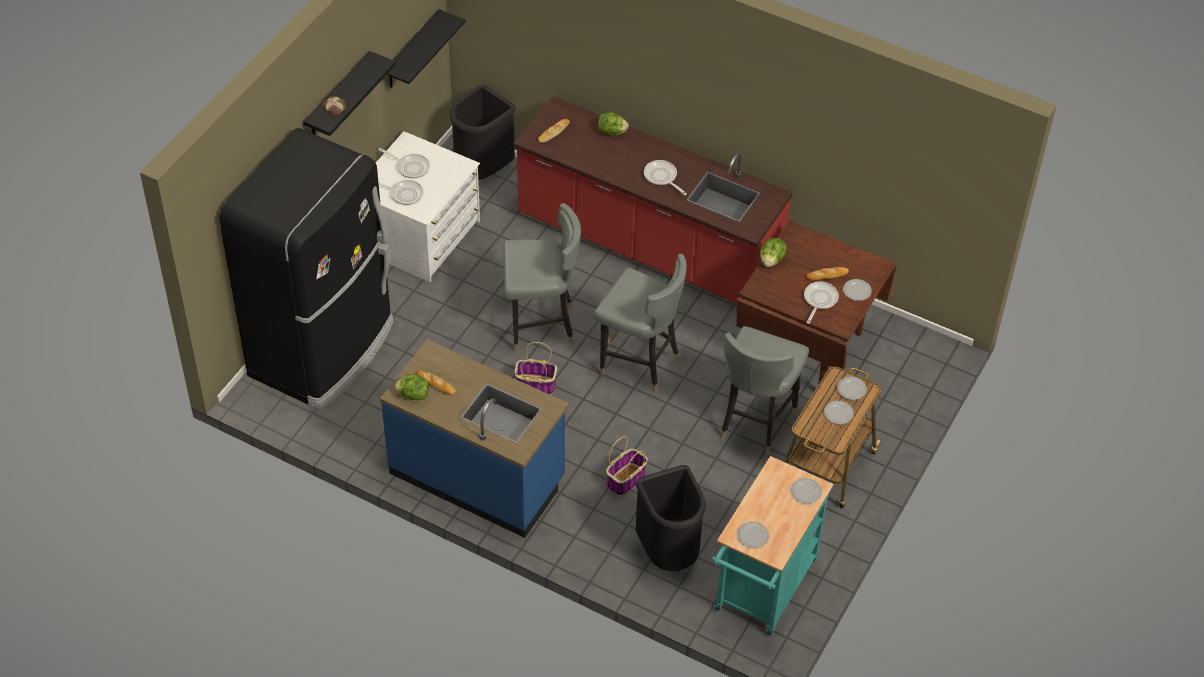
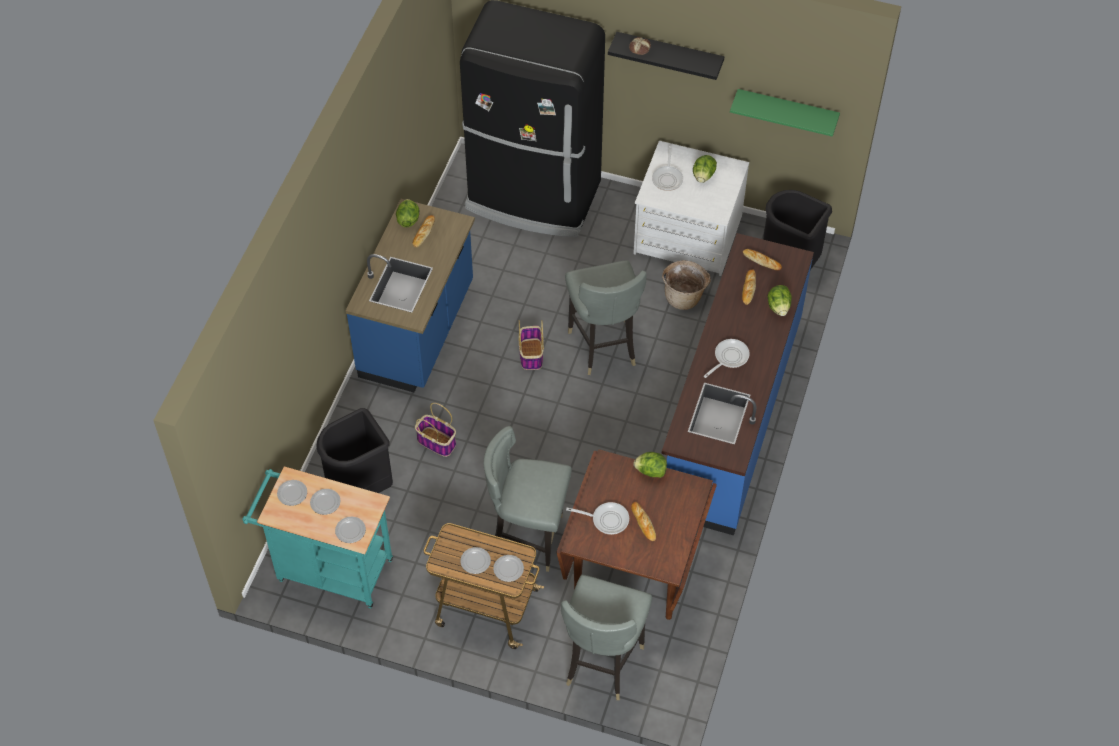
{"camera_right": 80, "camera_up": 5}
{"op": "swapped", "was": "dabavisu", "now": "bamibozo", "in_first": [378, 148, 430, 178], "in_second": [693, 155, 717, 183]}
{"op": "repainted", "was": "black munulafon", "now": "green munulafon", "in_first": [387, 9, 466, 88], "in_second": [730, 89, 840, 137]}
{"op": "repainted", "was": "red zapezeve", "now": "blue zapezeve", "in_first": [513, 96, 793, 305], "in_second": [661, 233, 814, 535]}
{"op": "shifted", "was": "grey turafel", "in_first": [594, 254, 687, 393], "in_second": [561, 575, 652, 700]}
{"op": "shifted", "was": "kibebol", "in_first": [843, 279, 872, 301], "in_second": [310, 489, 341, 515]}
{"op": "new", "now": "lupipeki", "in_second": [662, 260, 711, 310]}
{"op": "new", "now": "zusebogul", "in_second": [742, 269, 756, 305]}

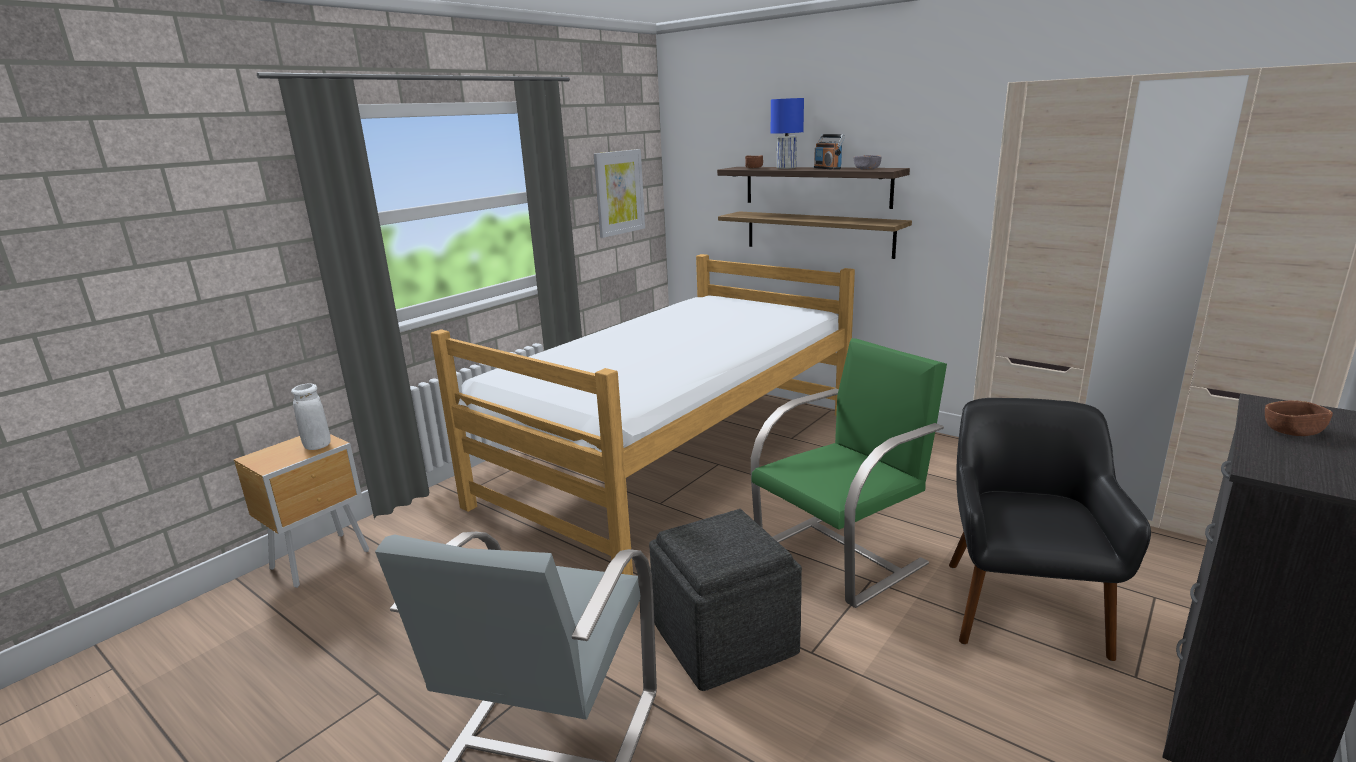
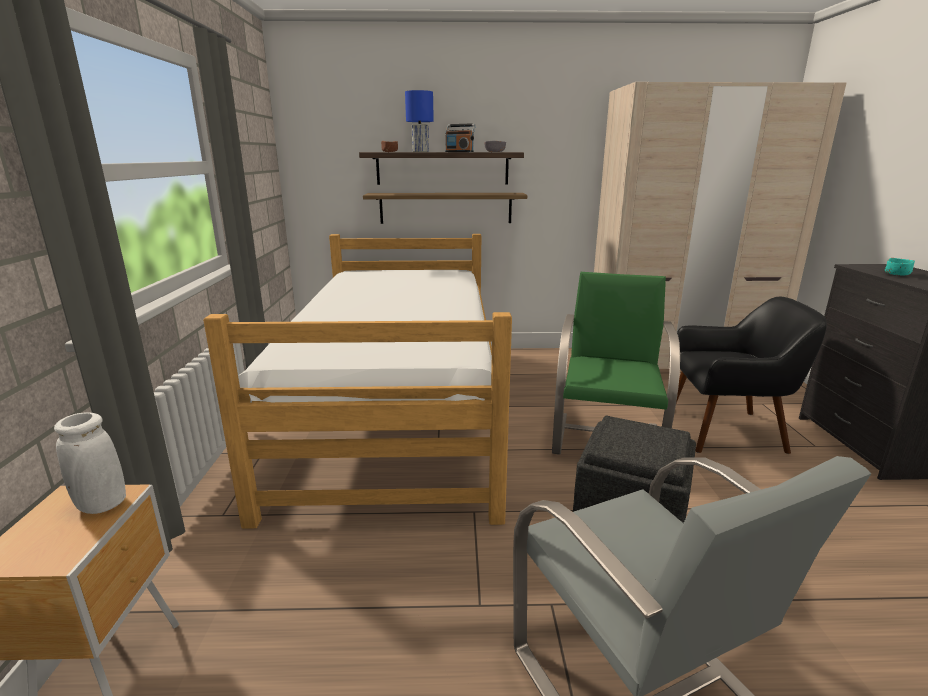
{"camera_right": -40, "camera_up": 0}
{"op": "gone", "was": "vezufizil", "in_first": [593, 149, 645, 238]}
{"op": "rotated", "was": "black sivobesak", "in_first": [949, 398, 1151, 661], "in_second": [676, 297, 827, 454], "clockwise": 120}
{"op": "repainted", "was": "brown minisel", "now": "turquoise minisel", "in_first": [1265, 401, 1333, 436], "in_second": [885, 258, 915, 275]}

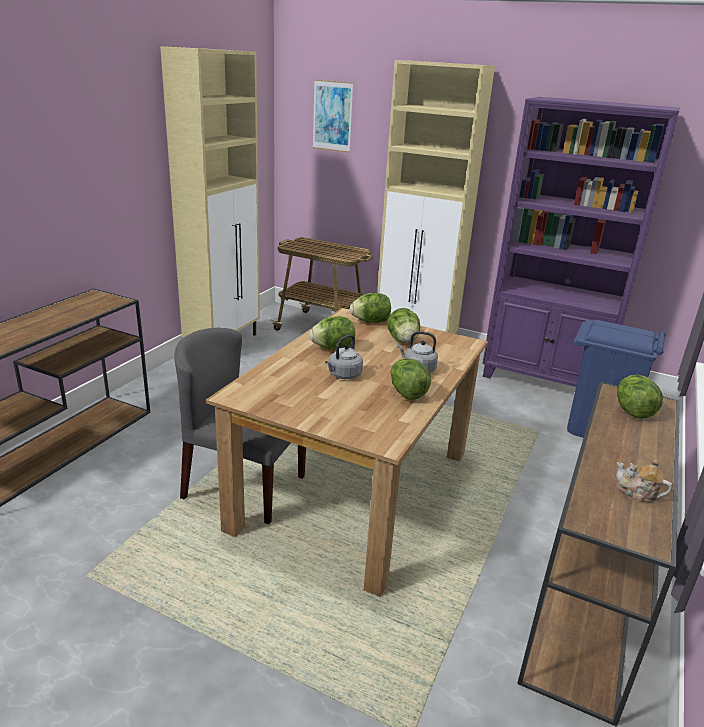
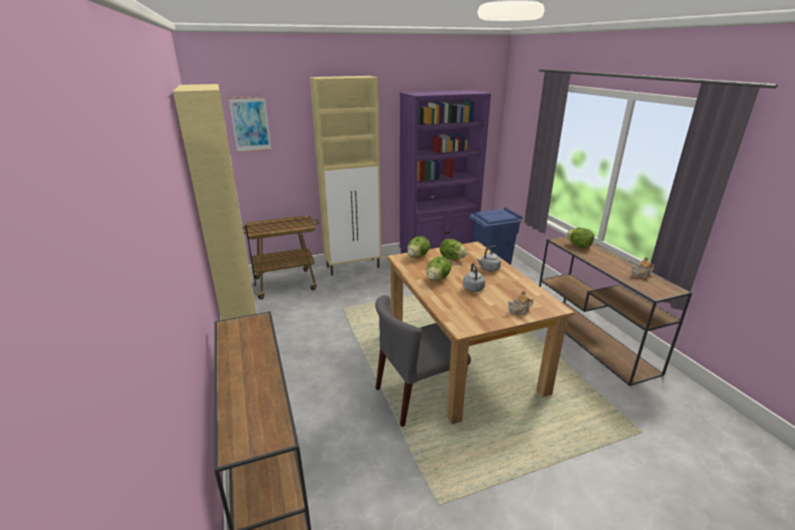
{"camera_right": -45, "camera_up": 0}
{"op": "gone", "was": "bamibozo", "in_first": [391, 359, 431, 400]}
{"op": "new", "now": "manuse", "in_second": [508, 290, 534, 315]}

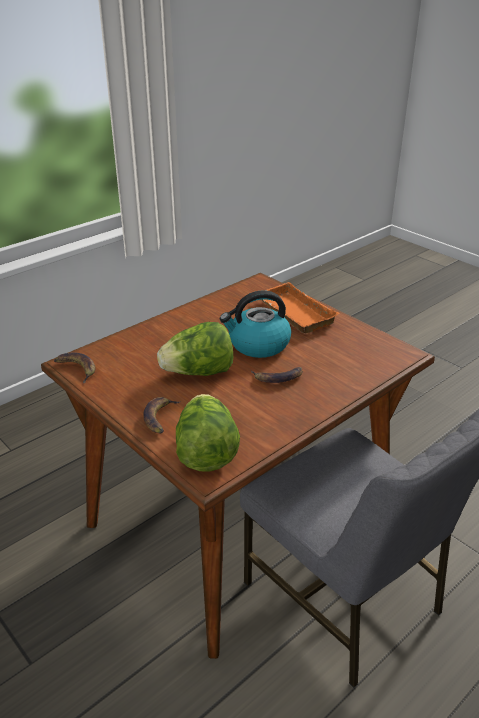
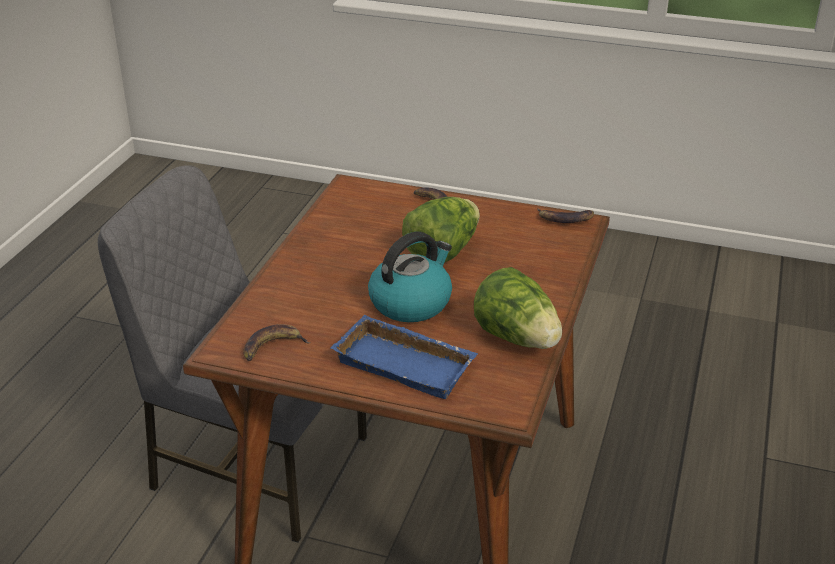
{"camera_right": 150, "camera_up": 0}
{"op": "shifted", "was": "bamibozo", "in_first": [176, 394, 240, 472], "in_second": [474, 267, 562, 349]}
{"op": "shifted", "was": "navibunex", "in_first": [251, 367, 303, 383], "in_second": [243, 324, 311, 361]}
{"op": "repainted", "was": "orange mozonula", "now": "blue mozonula", "in_first": [262, 282, 340, 334], "in_second": [331, 315, 478, 399]}

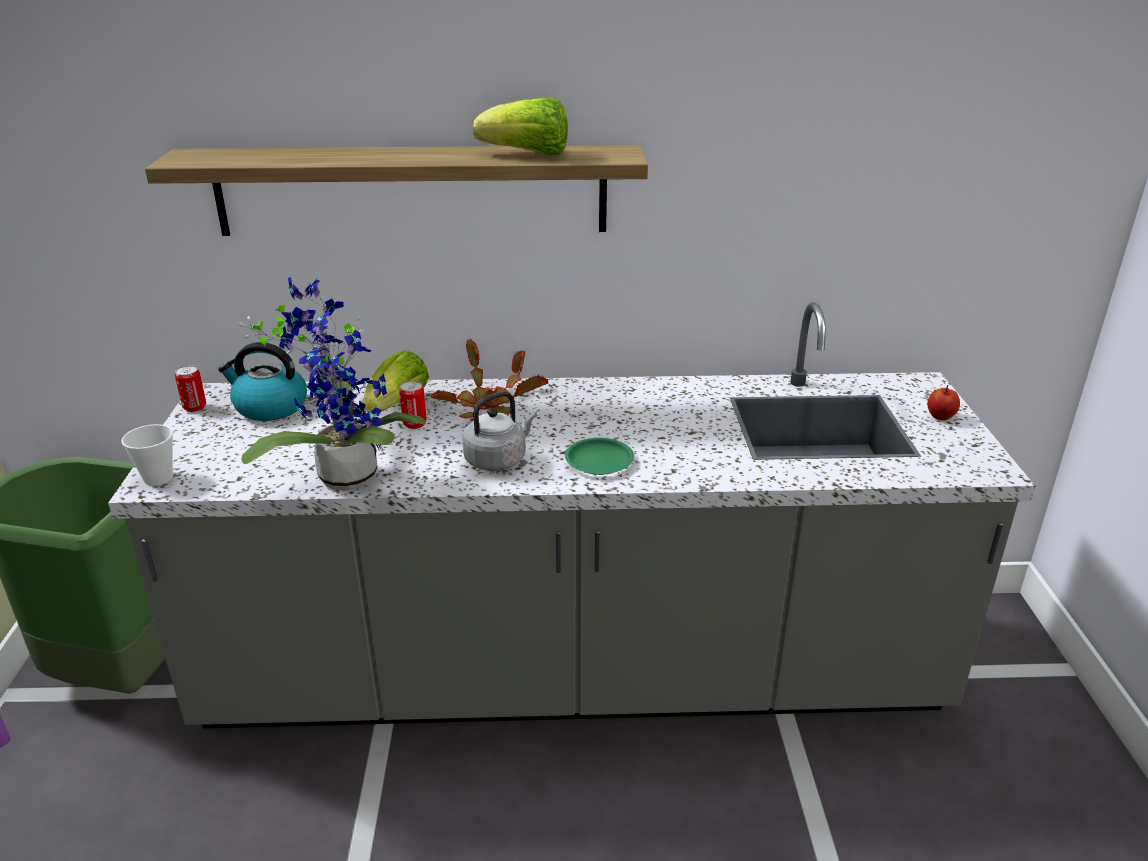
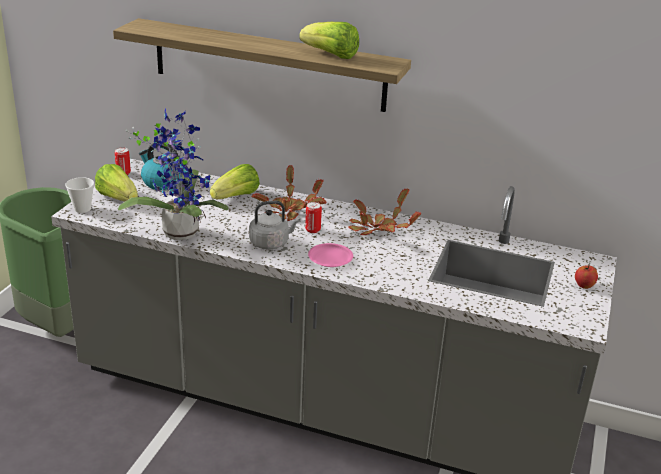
{"camera_right": 20, "camera_up": 0}
{"op": "shifted", "was": "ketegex", "in_first": [399, 381, 426, 429], "in_second": [305, 202, 322, 233]}
{"op": "repainted", "was": "green kibebol", "now": "pink kibebol", "in_first": [565, 438, 634, 475], "in_second": [308, 243, 353, 267]}
{"op": "new", "now": "bamibozo", "in_second": [95, 164, 138, 202]}
{"op": "new", "now": "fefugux", "in_second": [348, 188, 421, 235]}

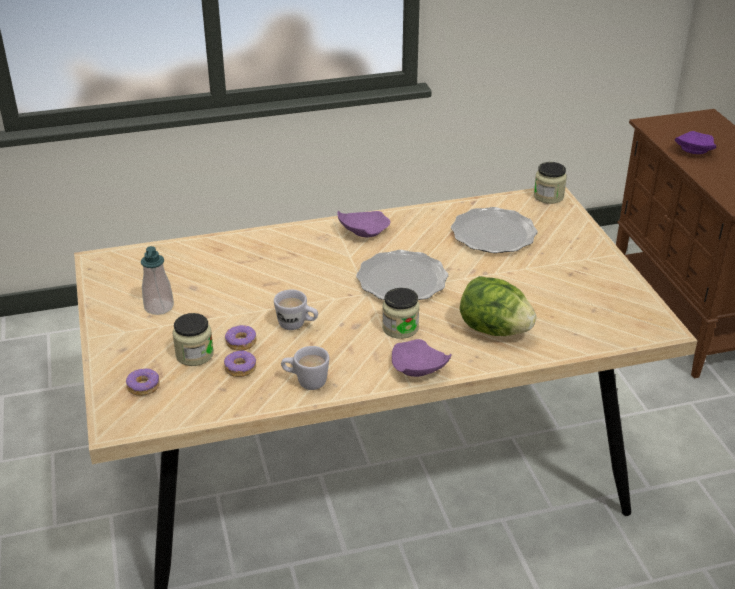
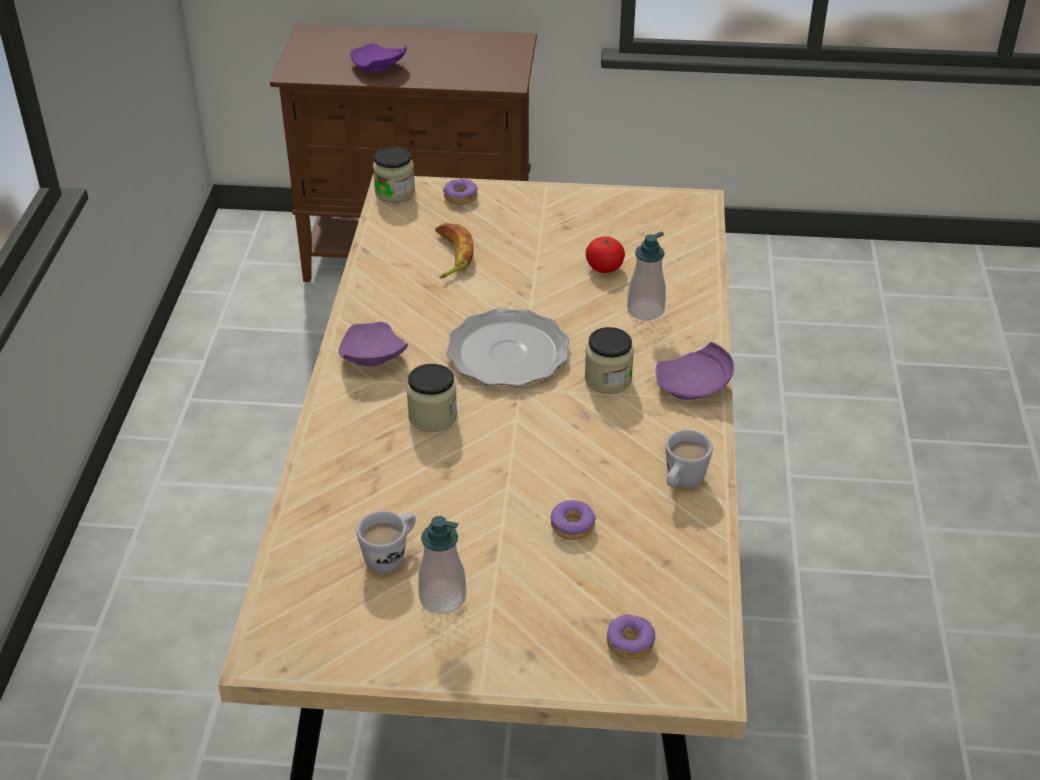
{"camera_right": -70, "camera_up": 5}
{"op": "shifted", "was": "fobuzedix", "in_first": [173, 313, 214, 366], "in_second": [407, 364, 457, 432]}
{"op": "shifted", "was": "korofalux", "in_first": [224, 351, 256, 377], "in_second": [443, 178, 478, 205]}
{"op": "shifted", "was": "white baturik", "in_first": [274, 289, 318, 330], "in_second": [357, 511, 416, 573]}
{"op": "swapped", "was": "kibebol", "now": "navibunex", "in_first": [451, 207, 538, 253], "in_second": [435, 223, 474, 279]}
{"op": "swapped", "was": "bamibozo", "now": "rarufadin", "in_first": [460, 276, 536, 336], "in_second": [627, 232, 666, 321]}
{"op": "new", "now": "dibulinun", "in_second": [586, 236, 625, 273]}

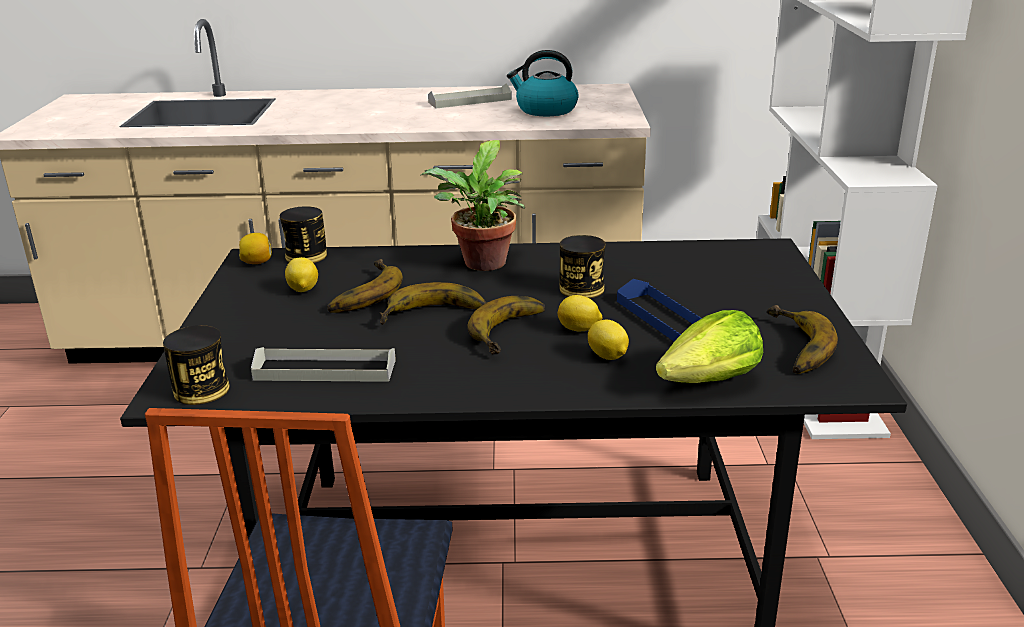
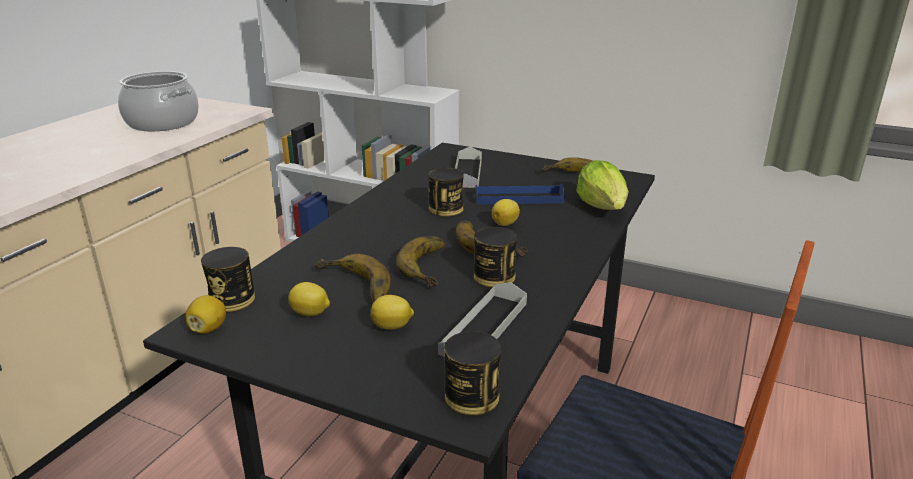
{"camera_right": -65, "camera_up": 0}
{"op": "gone", "was": "fefugux", "in_first": [420, 140, 525, 271]}
{"op": "shifted", "was": "grey mozonula", "in_first": [428, 83, 512, 108], "in_second": [455, 147, 482, 188]}
{"op": "swapped", "was": "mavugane", "now": "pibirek", "in_first": [507, 50, 578, 116], "in_second": [118, 71, 199, 131]}
{"op": "shifted", "was": "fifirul", "in_first": [588, 320, 629, 360], "in_second": [371, 295, 414, 330]}
{"op": "new", "now": "ketegex", "in_second": [474, 227, 517, 288]}

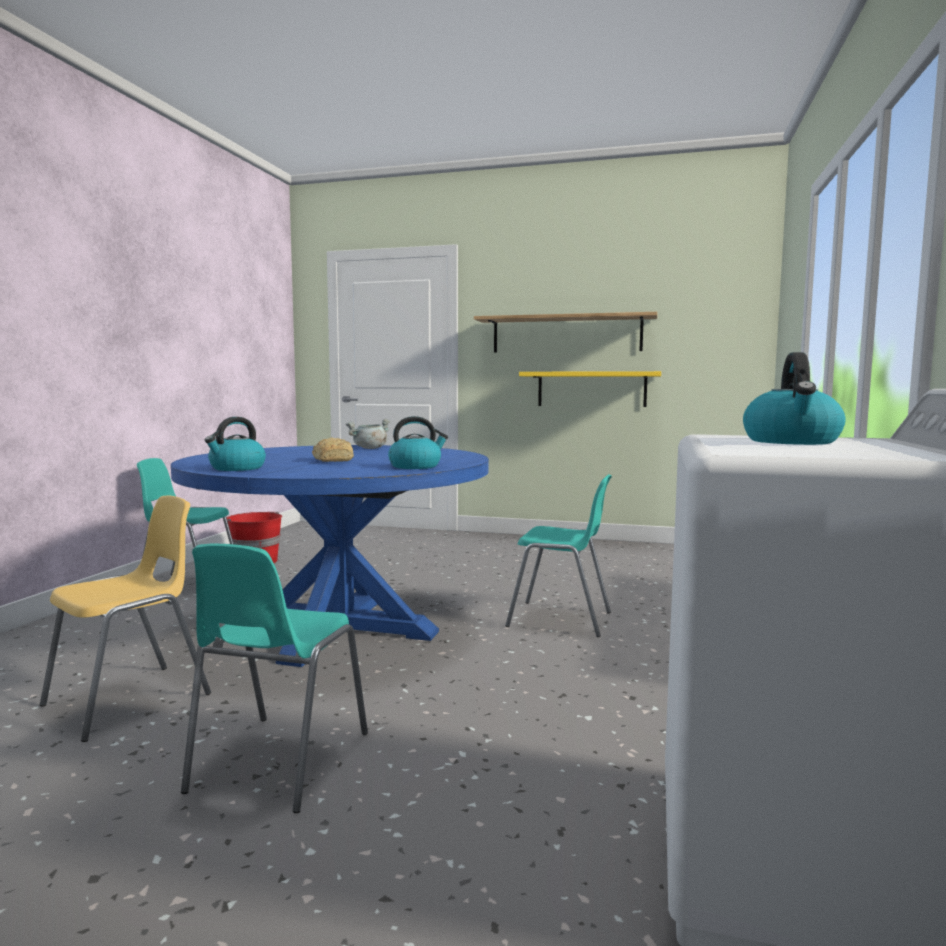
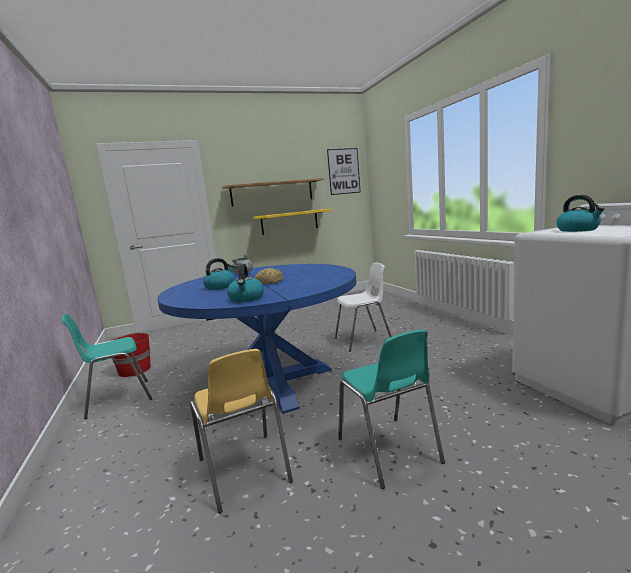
{"camera_right": -35, "camera_up": 5}
{"op": "rotated", "was": "yellow turafel", "in_first": [40, 495, 211, 742], "in_second": [190, 349, 293, 513], "clockwise": 150}
{"op": "shifted", "was": "mavugane", "in_first": [388, 416, 448, 469], "in_second": [203, 258, 234, 290]}
{"op": "repainted", "was": "turquoise turafel", "now": "white turafel", "in_first": [505, 474, 612, 637], "in_second": [335, 263, 392, 352]}
{"op": "new", "now": "vezufizil", "in_second": [327, 148, 361, 195]}

